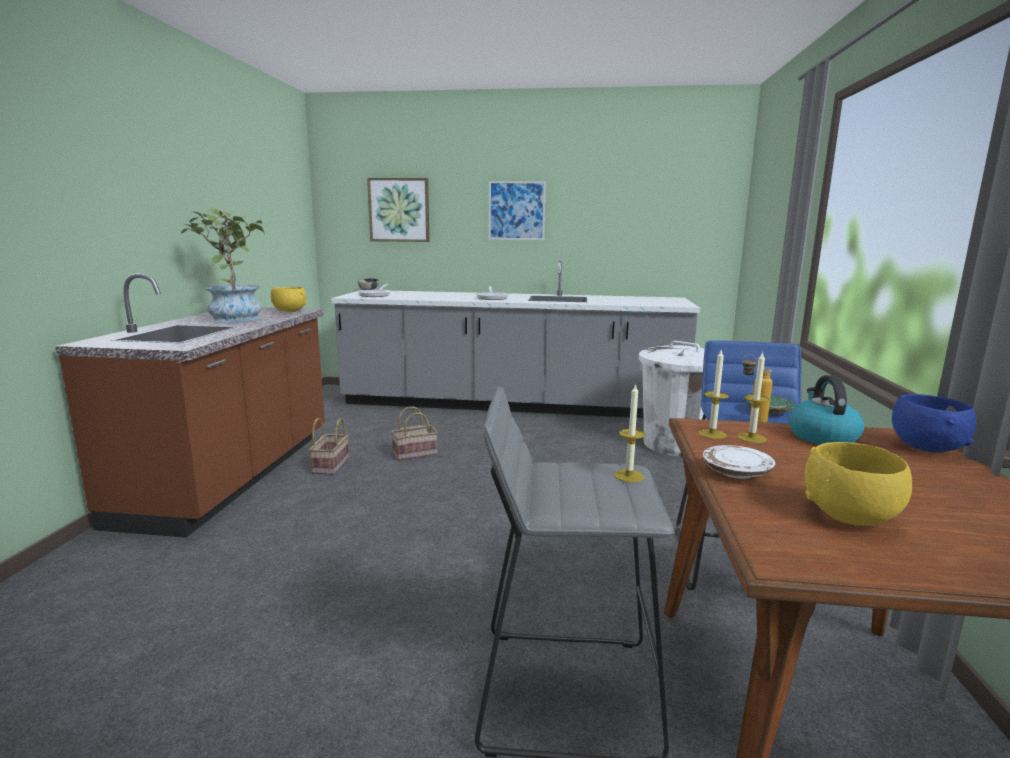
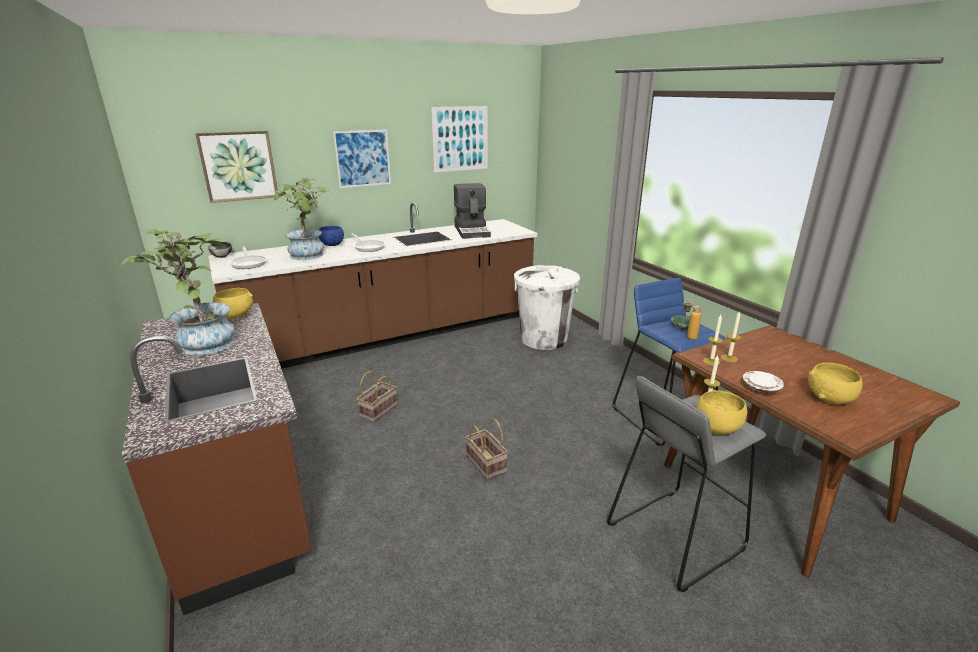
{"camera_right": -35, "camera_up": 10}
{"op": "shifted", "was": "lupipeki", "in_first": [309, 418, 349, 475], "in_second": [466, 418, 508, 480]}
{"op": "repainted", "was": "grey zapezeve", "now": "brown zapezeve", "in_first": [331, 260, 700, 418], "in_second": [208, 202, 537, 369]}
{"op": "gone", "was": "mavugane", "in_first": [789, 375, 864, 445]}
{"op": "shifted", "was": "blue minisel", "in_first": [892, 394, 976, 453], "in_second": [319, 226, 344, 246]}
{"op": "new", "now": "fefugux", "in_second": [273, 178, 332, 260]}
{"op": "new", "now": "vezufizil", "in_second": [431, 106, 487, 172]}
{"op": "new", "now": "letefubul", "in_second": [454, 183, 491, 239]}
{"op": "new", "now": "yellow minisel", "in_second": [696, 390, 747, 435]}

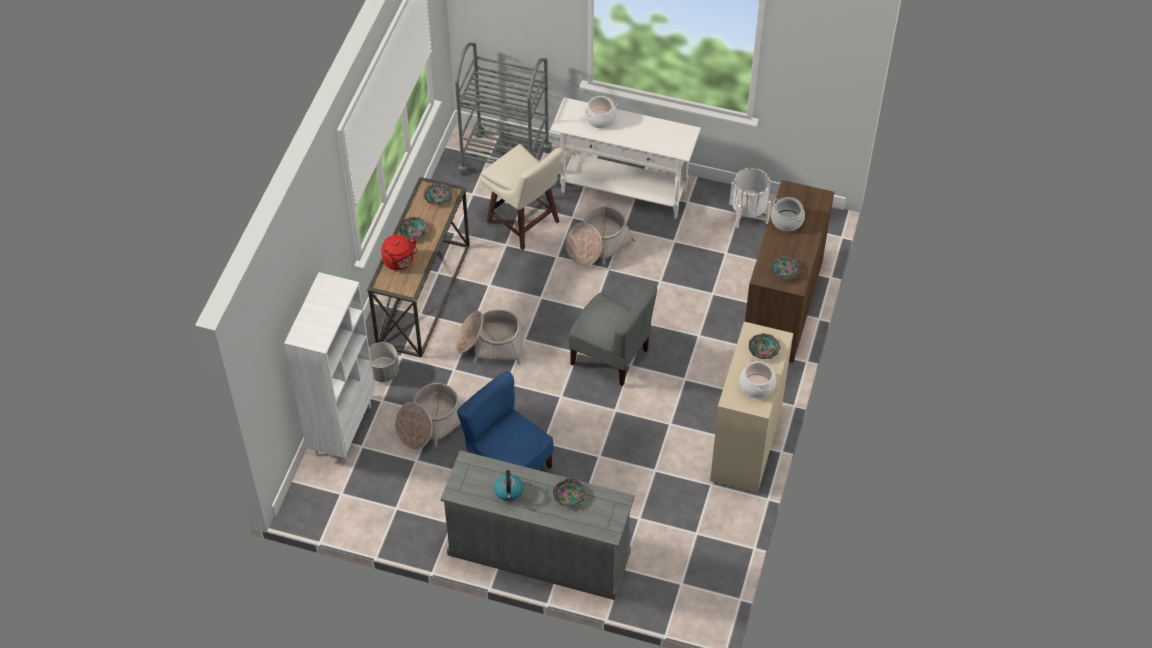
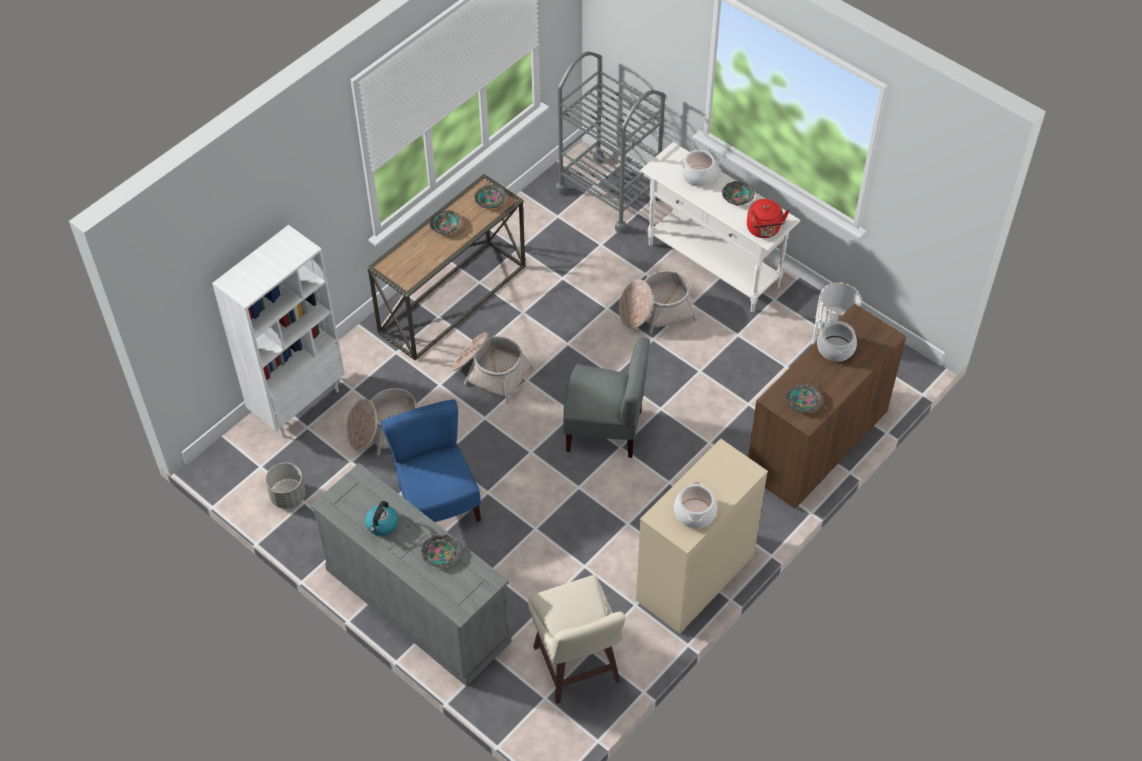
{"camera_right": 25, "camera_up": 0}
{"op": "shifted", "was": "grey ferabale", "in_first": [369, 342, 399, 382], "in_second": [265, 463, 306, 509]}
{"op": "shifted", "was": "red mavugane", "in_first": [381, 235, 417, 270], "in_second": [747, 199, 789, 238]}
{"op": "shifted", "was": "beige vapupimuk", "in_first": [481, 144, 563, 250], "in_second": [528, 575, 626, 704]}
{"op": "rotated", "was": "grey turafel", "in_first": [568, 285, 657, 386], "in_second": [563, 338, 650, 458], "clockwise": -45}
{"op": "shifted", "was": "minisel", "in_first": [749, 333, 780, 359], "in_second": [722, 181, 755, 206]}

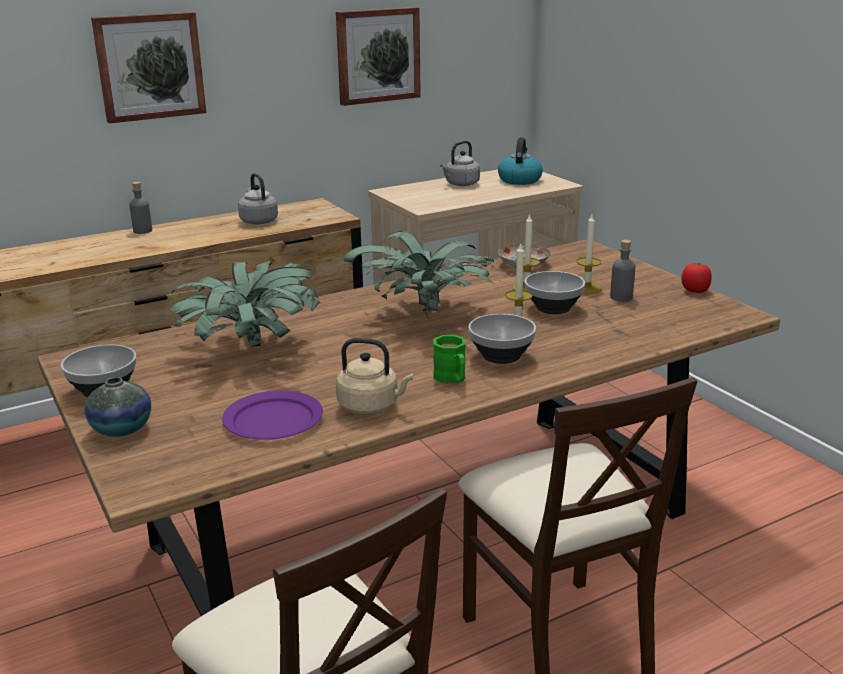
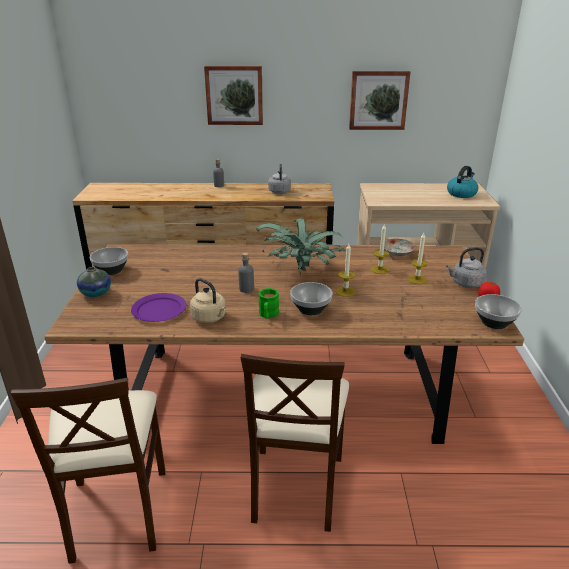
{"camera_right": 30, "camera_up": 5}
{"op": "gone", "was": "fefugux", "in_first": [169, 261, 320, 347]}
{"op": "shifted", "was": "grey mavugane", "in_first": [440, 141, 480, 186], "in_second": [446, 247, 487, 288]}
{"op": "shifted", "was": "minisel", "in_first": [525, 271, 585, 314], "in_second": [475, 294, 522, 329]}
{"op": "shifted", "was": "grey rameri", "in_first": [610, 240, 636, 301], "in_second": [238, 252, 254, 293]}

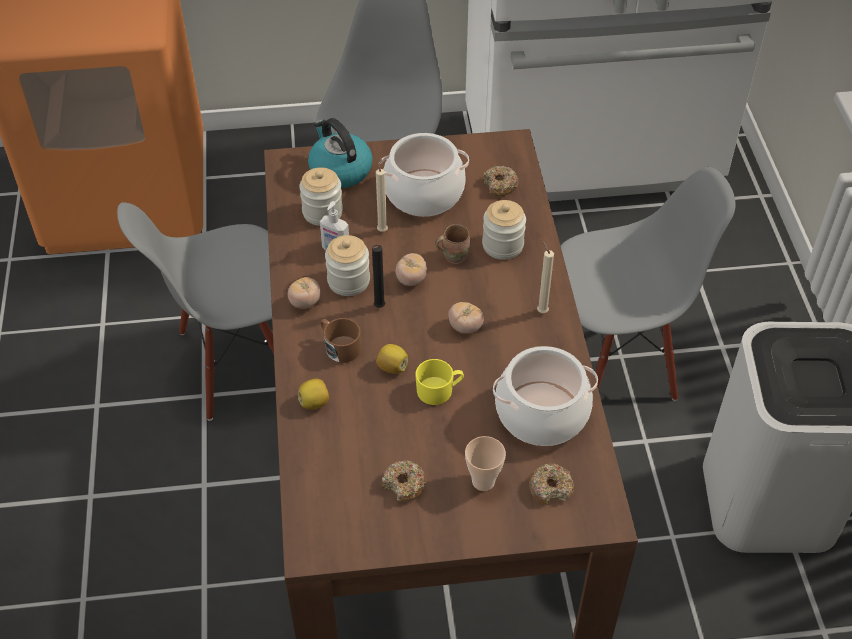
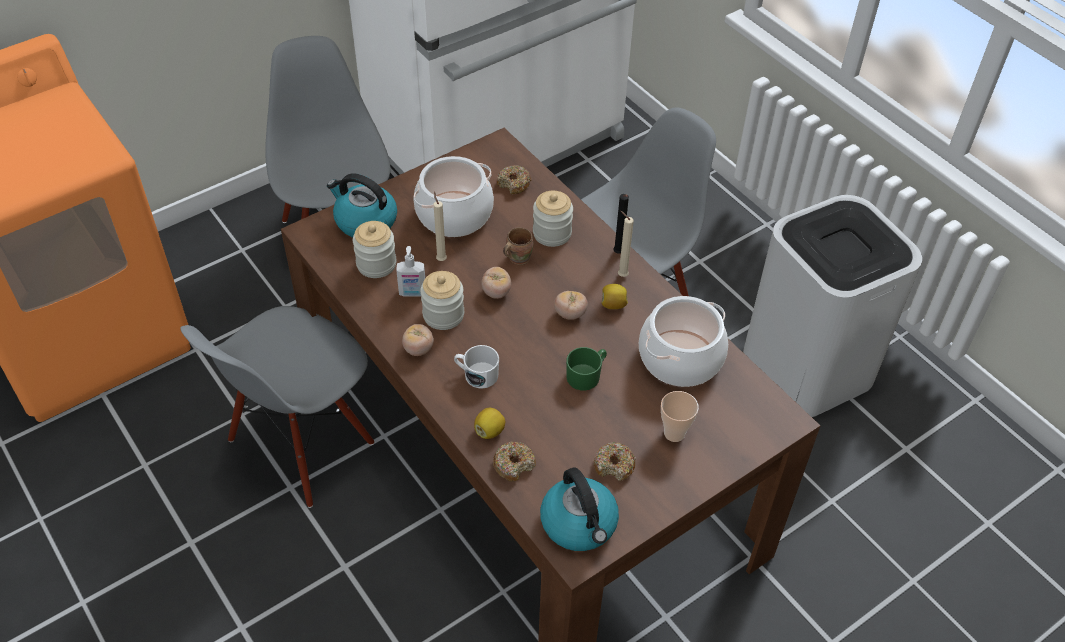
{"camera_right": -30, "camera_up": 0}
{"op": "repainted", "was": "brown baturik", "now": "white baturik", "in_first": [321, 318, 361, 363], "in_second": [454, 345, 499, 389]}
{"op": "shifted", "was": "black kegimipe", "in_first": [372, 245, 385, 308], "in_second": [613, 194, 629, 254]}
{"op": "shifted", "was": "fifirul", "in_first": [376, 344, 408, 374], "in_second": [602, 284, 628, 309]}
{"op": "repainted", "was": "yellow baturik", "now": "green baturik", "in_first": [416, 359, 464, 405], "in_second": [566, 347, 607, 391]}
{"op": "shifted", "was": "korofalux", "in_first": [529, 464, 574, 505], "in_second": [493, 442, 536, 482]}
{"op": "new", "now": "mavugane", "in_second": [540, 467, 619, 551]}

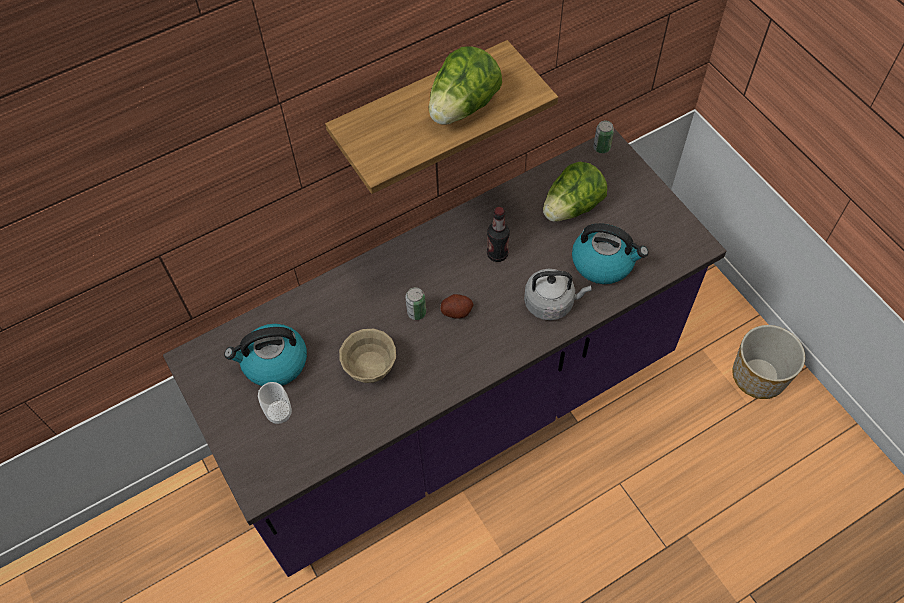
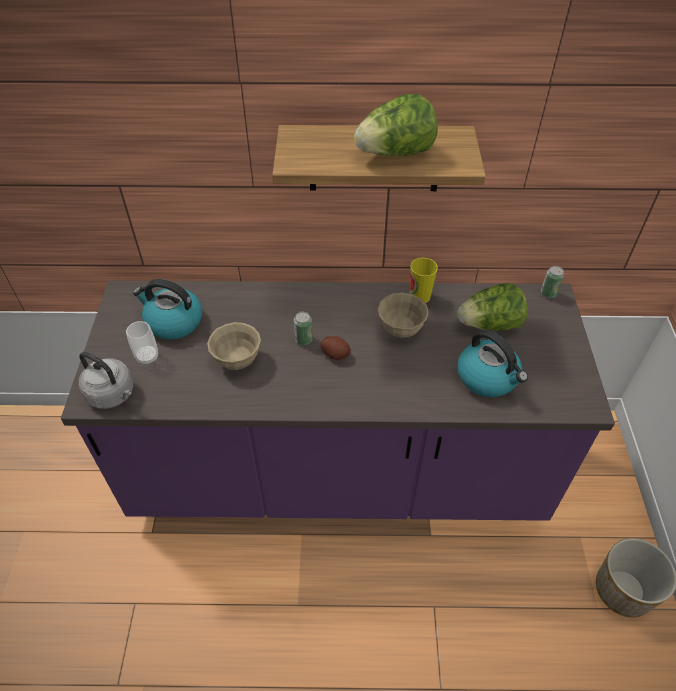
{"camera_right": 30, "camera_up": -10}
{"op": "swapped", "was": "rameri", "now": "beige minisel", "in_first": [487, 207, 510, 262], "in_second": [378, 293, 429, 338]}
{"op": "shifted", "was": "grey mavugane", "in_first": [524, 269, 592, 320], "in_second": [79, 352, 134, 409]}
{"op": "new", "now": "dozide", "in_second": [410, 258, 438, 303]}

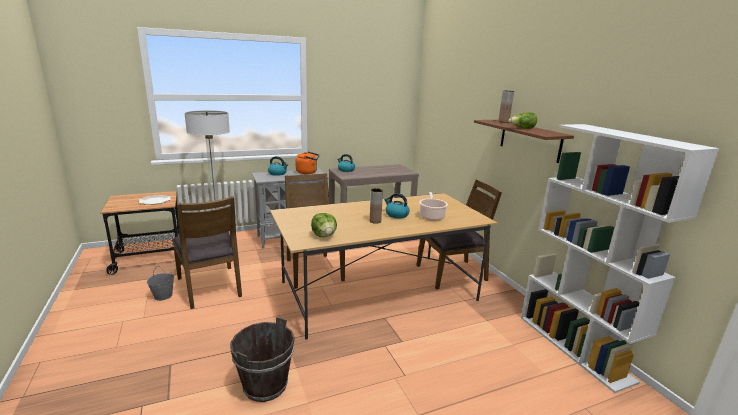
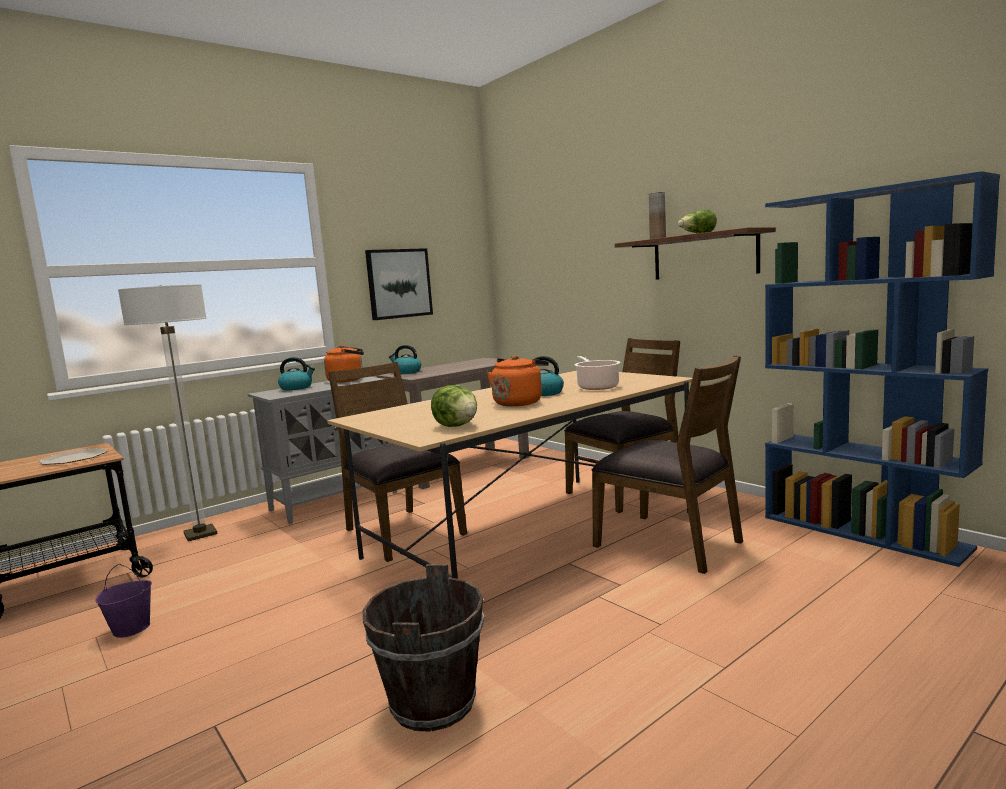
{"camera_right": -15, "camera_up": -10}
{"op": "repainted", "was": "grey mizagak", "now": "purple mizagak", "in_first": [147, 266, 174, 301], "in_second": [95, 564, 152, 638]}
{"op": "shifted", "was": "brown turafel", "in_first": [172, 196, 242, 309], "in_second": [592, 355, 743, 574]}
{"op": "swapped", "was": "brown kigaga", "now": "orange mavugane", "in_first": [370, 188, 383, 224], "in_second": [487, 356, 549, 407]}
{"op": "repainted", "was": "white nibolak", "now": "blue nibolak", "in_first": [521, 124, 720, 393], "in_second": [765, 171, 1000, 567]}
{"op": "new", "now": "vezufizil", "in_second": [365, 248, 433, 320]}

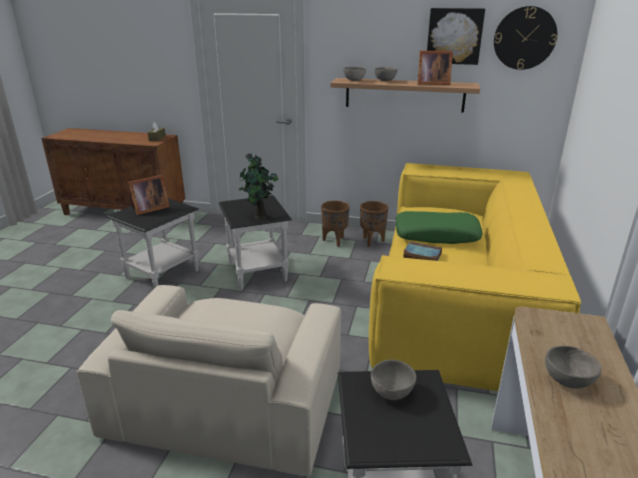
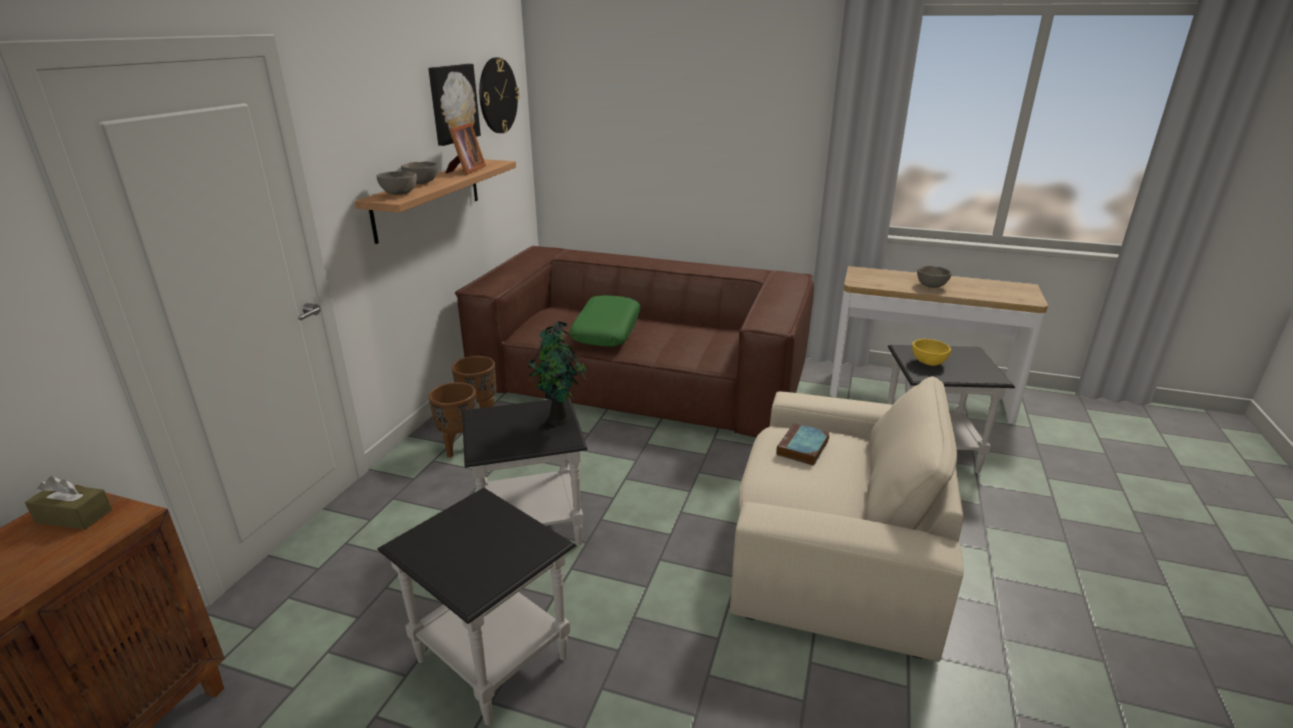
{"camera_right": -85, "camera_up": 0}
{"op": "gone", "was": "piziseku", "in_first": [128, 175, 170, 215]}
{"op": "repainted", "was": "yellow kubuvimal", "now": "brown kubuvimal", "in_first": [369, 163, 581, 391], "in_second": [455, 246, 814, 437]}
{"op": "repainted", "was": "grey minisel", "now": "yellow minisel", "in_first": [371, 360, 416, 400], "in_second": [912, 339, 951, 366]}
{"op": "shifted", "was": "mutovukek", "in_first": [403, 242, 442, 261], "in_second": [776, 423, 830, 466]}

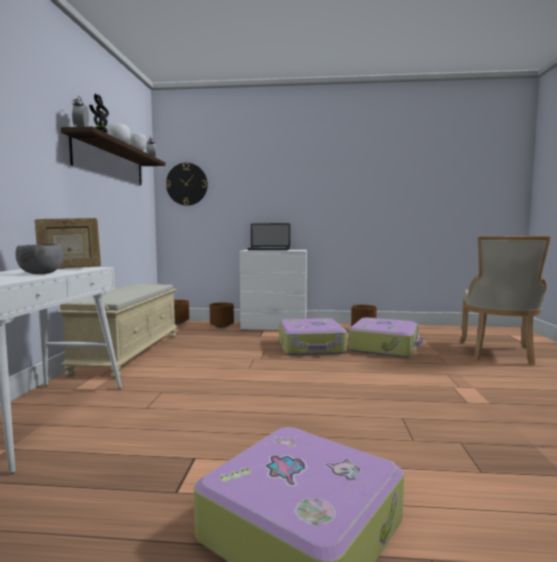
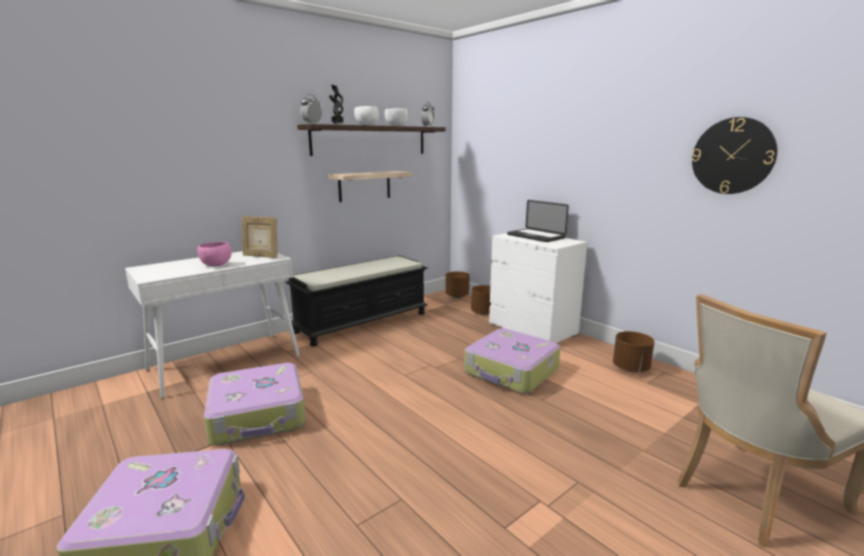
{"camera_right": 45, "camera_up": 10}
{"op": "repainted", "was": "grey minisel", "now": "pink minisel", "in_first": [15, 244, 64, 274], "in_second": [197, 242, 232, 266]}
{"op": "repainted", "was": "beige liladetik", "now": "black liladetik", "in_first": [57, 284, 178, 379], "in_second": [285, 255, 427, 346]}
{"op": "shifted", "was": "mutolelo", "in_first": [166, 163, 208, 206], "in_second": [692, 117, 777, 194]}
{"op": "shifted", "was": "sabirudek", "in_first": [348, 317, 423, 357], "in_second": [204, 363, 306, 446]}
{"op": "new", "now": "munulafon", "in_second": [328, 171, 413, 202]}

